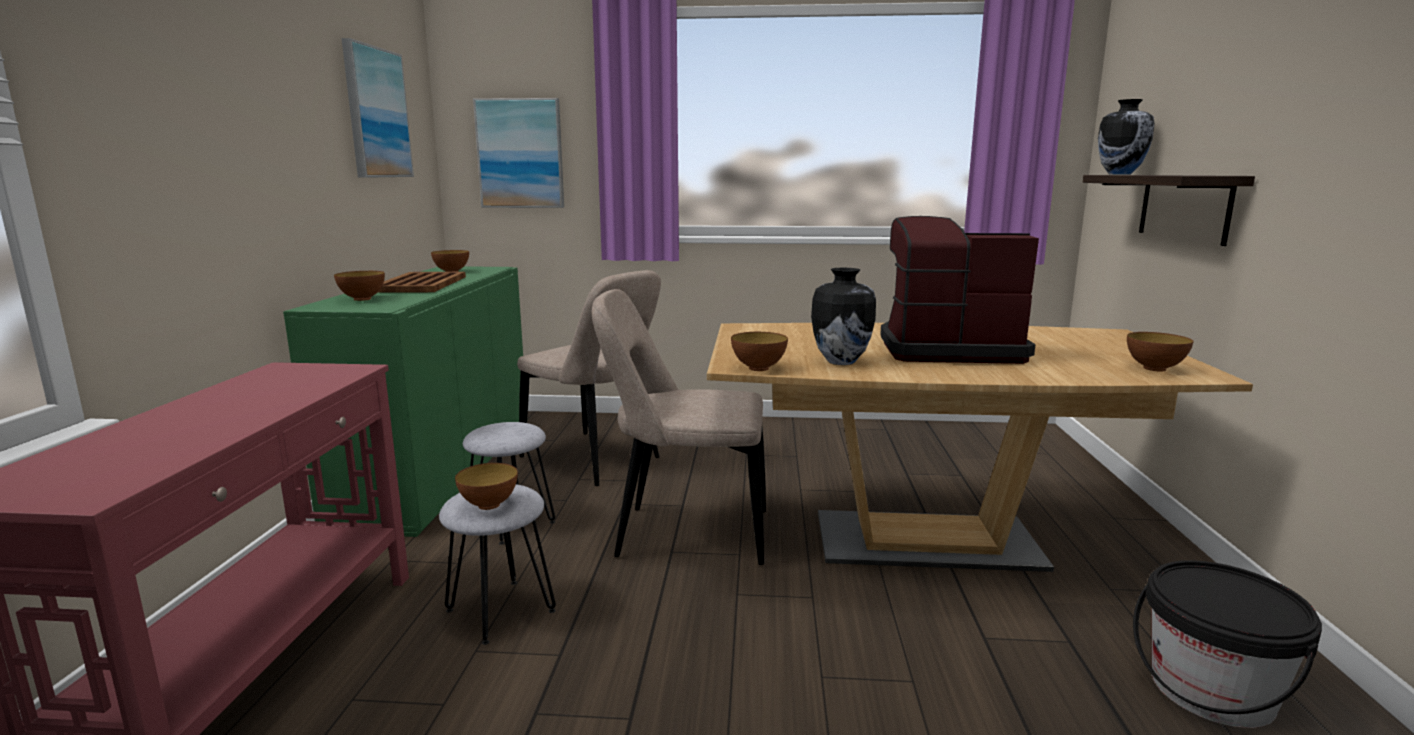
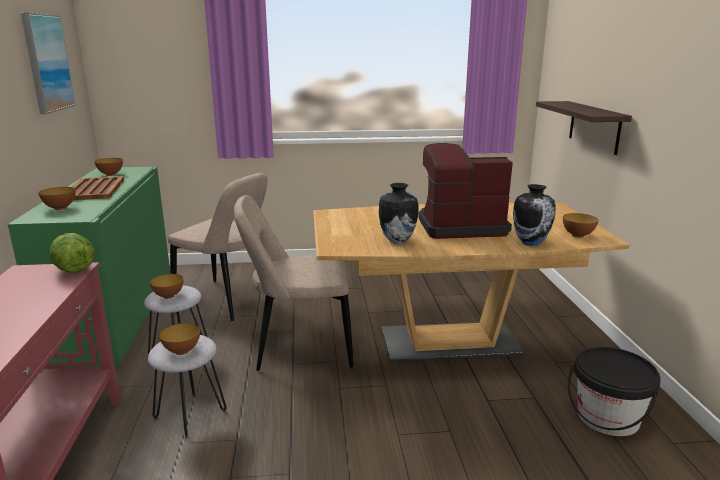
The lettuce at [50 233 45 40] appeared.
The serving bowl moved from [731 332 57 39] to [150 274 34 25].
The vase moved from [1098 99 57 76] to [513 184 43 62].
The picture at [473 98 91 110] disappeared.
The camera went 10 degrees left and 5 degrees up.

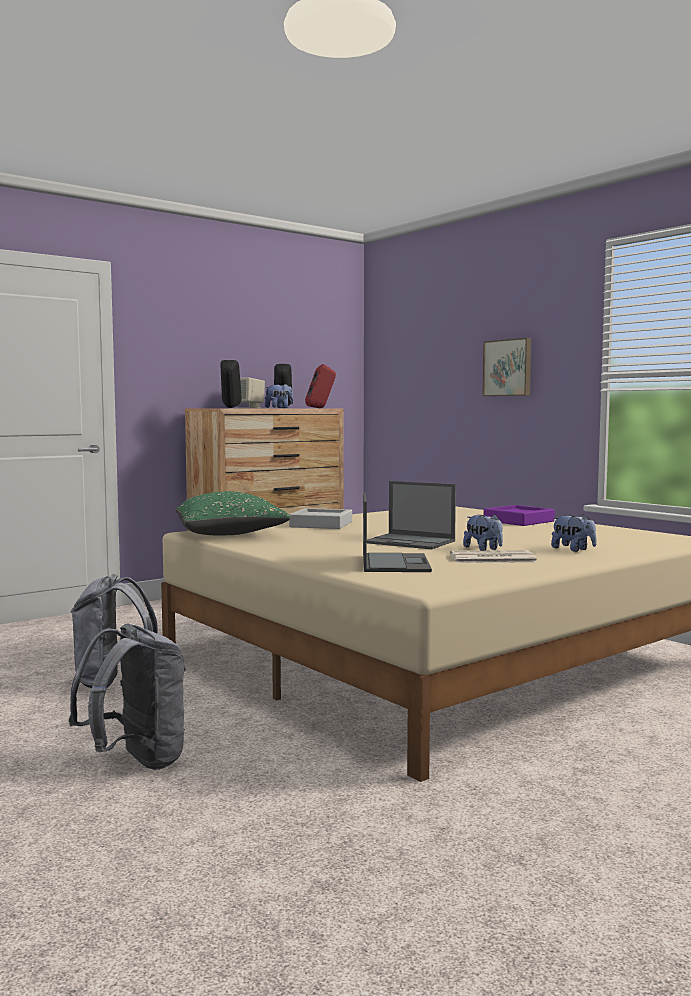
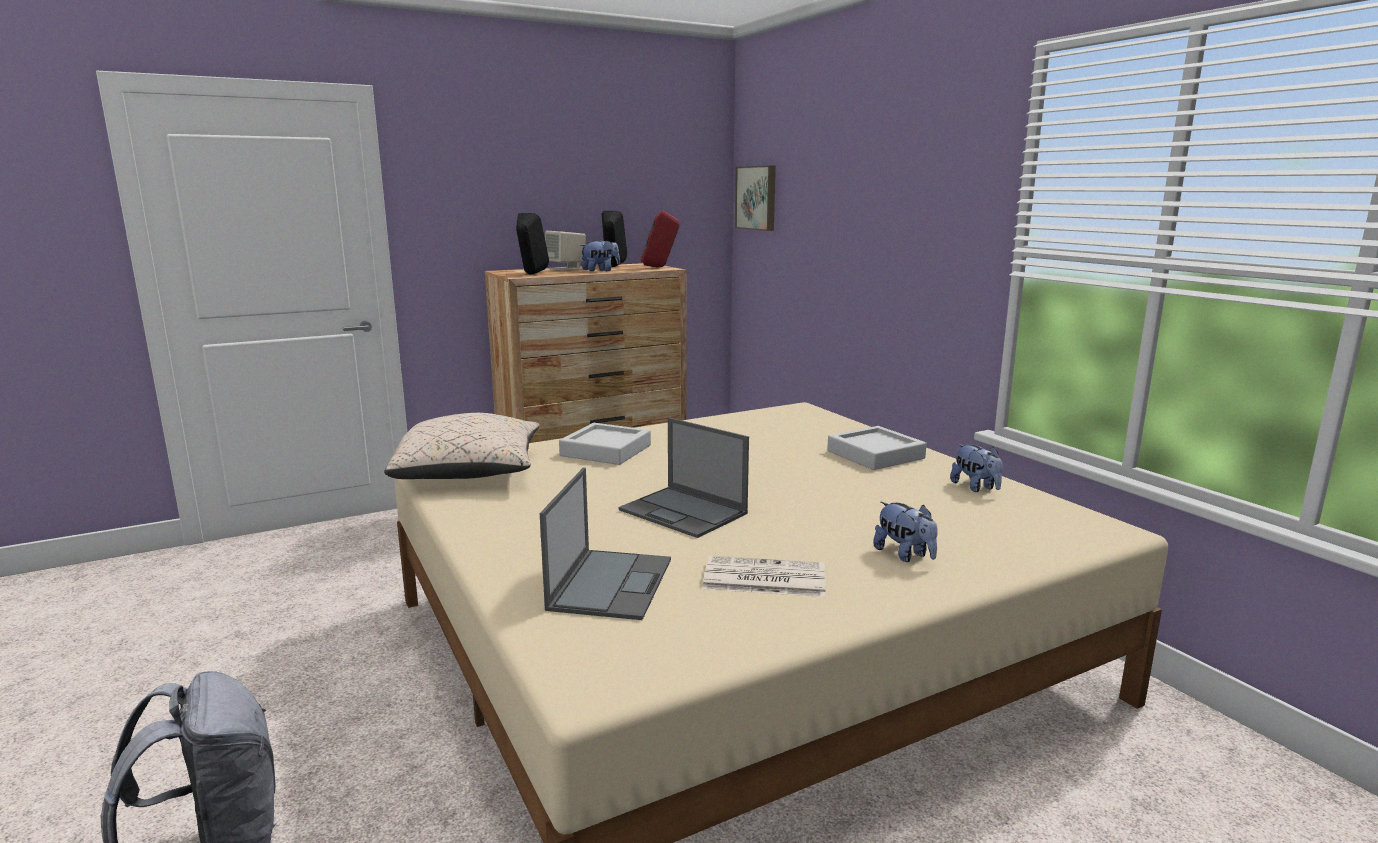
The cushion in greenish at [176 491 115 44] became the cushion in sand-coloured at [384 413 156 66].
The picture moved from [482 338 49 58] to [735 165 41 66].
The carrying tray in purplish at [484 505 71 21] became the carrying tray in gray at [827 426 100 44].
The soft toy moved from [463 514 40 37] to [950 444 53 48].
The knapsack in gray at [71 574 87 114] disappeared.
The camera went 10 degrees right and 10 degrees up.

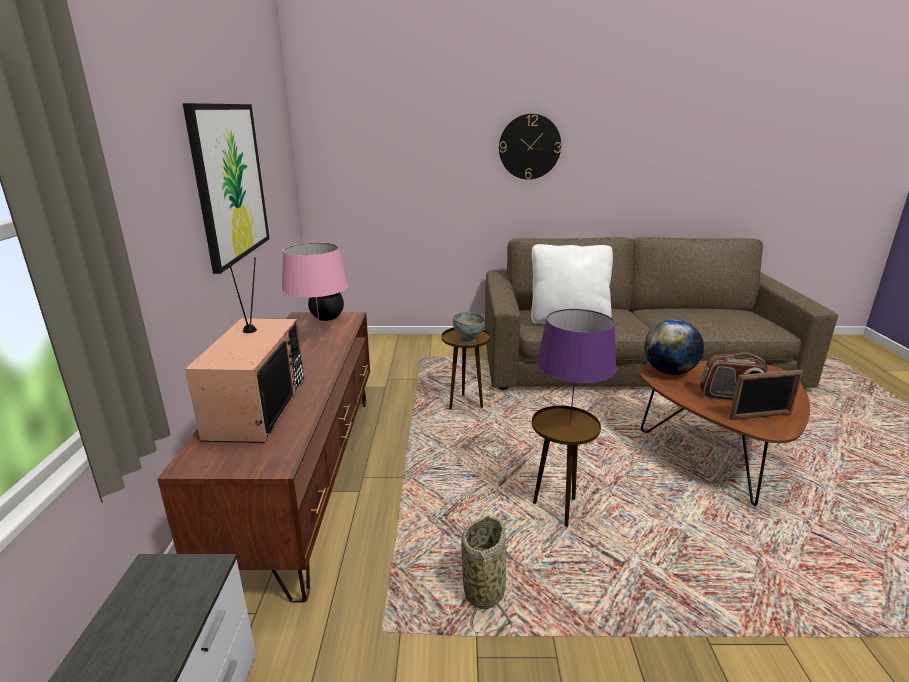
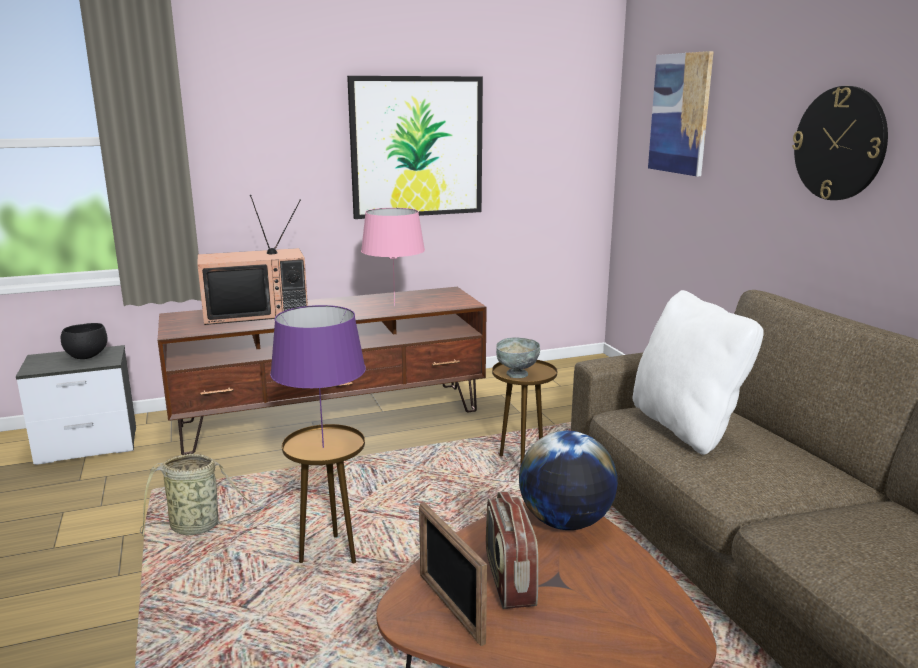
The serving bowl in black moved from [308 292 36 29] to [61 323 47 36].
The picture at [648 51 66 125] appeared.
The camera went 70 degrees right and 5 degrees down.

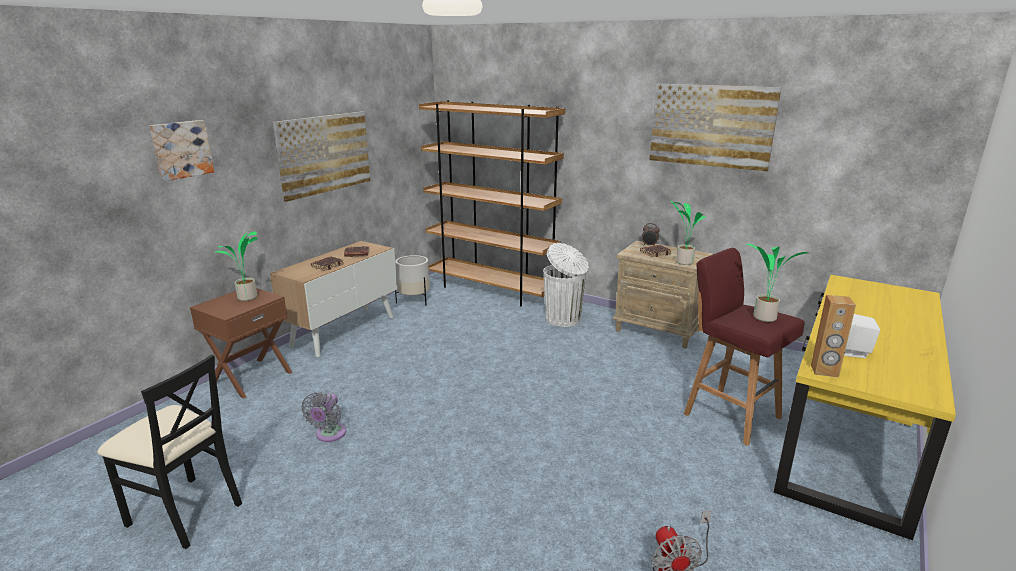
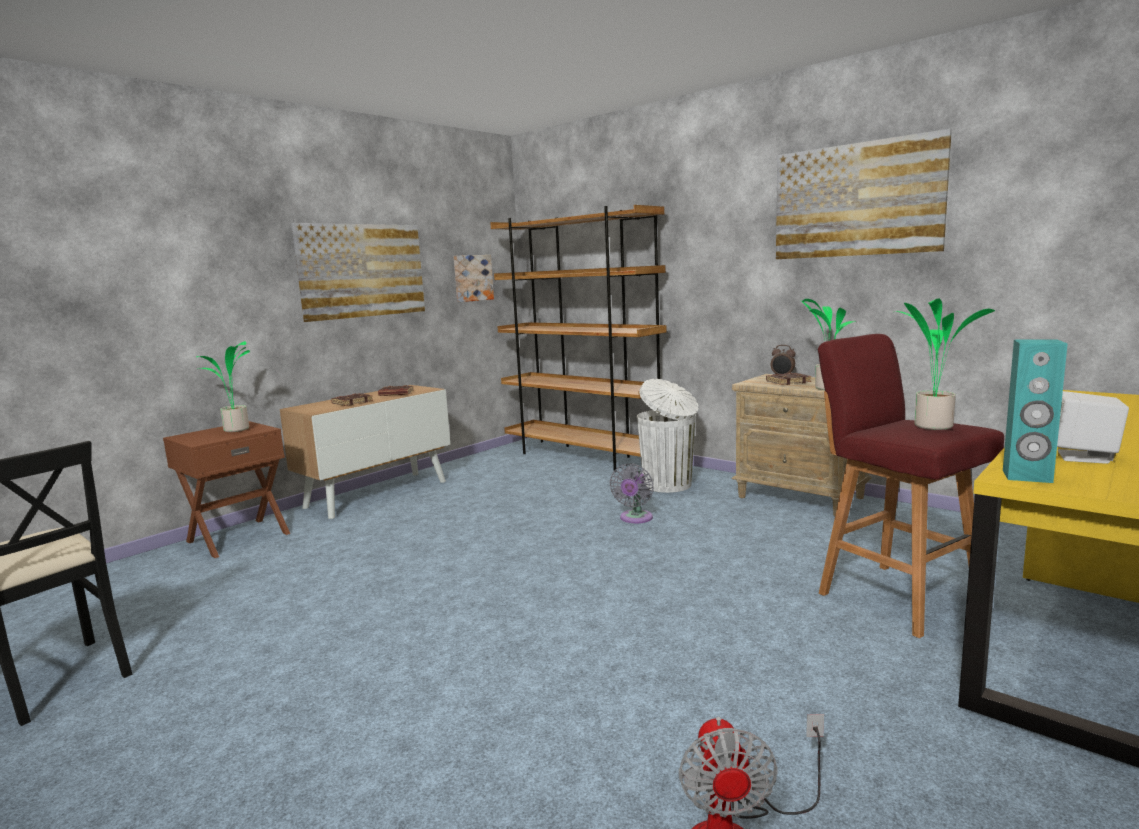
The picture moved from [149 120 65 61] to [454 255 40 47].
The fan in gray moved from [302 393 44 49] to [609 463 45 60].
The speaker in brown-coloured at [811 295 45 83] became the speaker in turquoise-coloured at [1003 340 65 143].
The flower pot in whitish at [395 255 35 51] disappeared.
The camera went 10 degrees right and 10 degrees down.

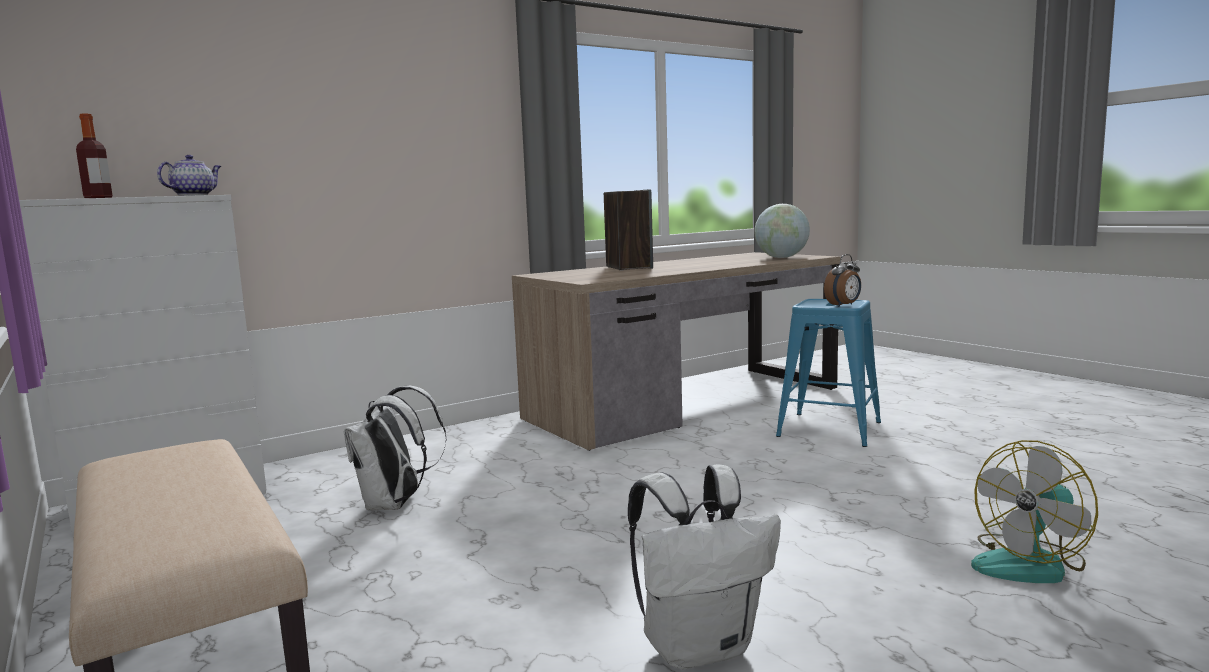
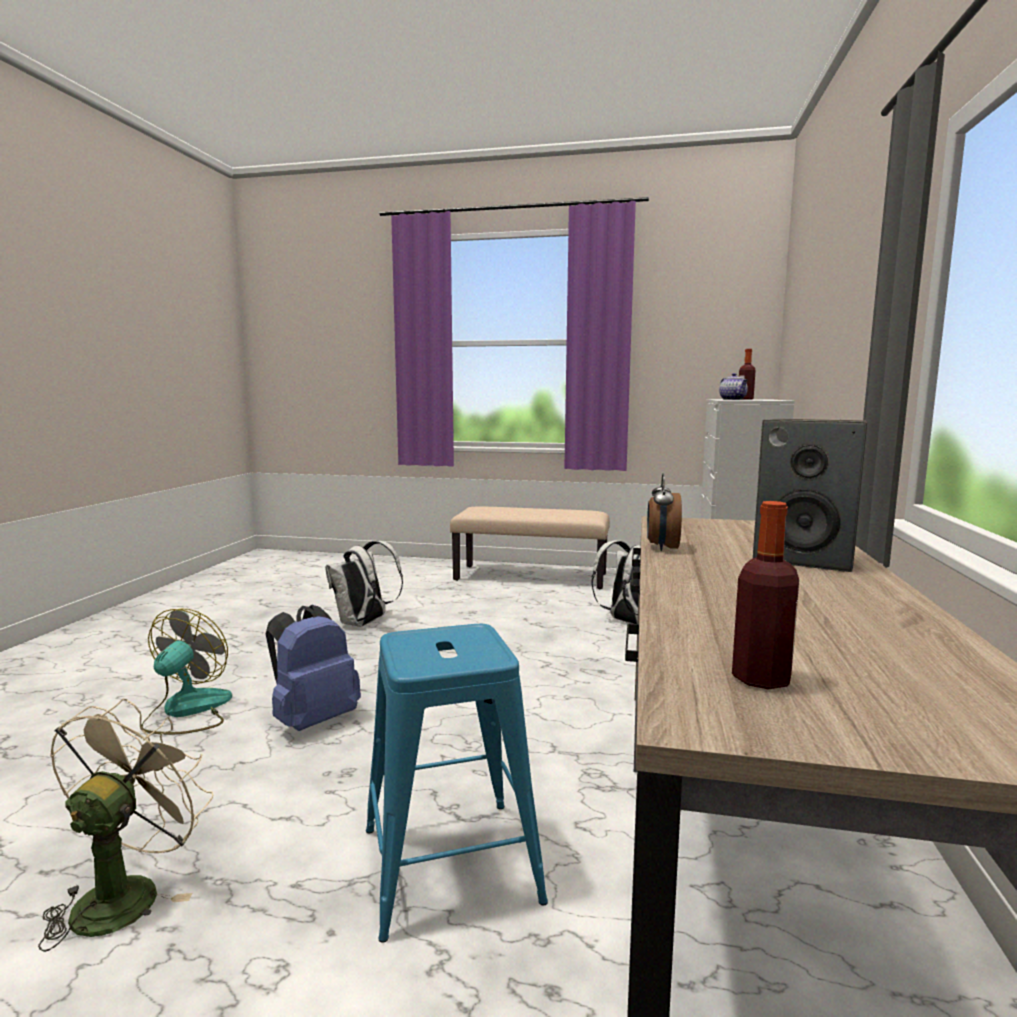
The fan in sand-coloured at [38 699 175 253] appeared.
The knapsack in blue-coloured at [266 605 95 126] appeared.
The alarm clock moved from [824 254 37 53] to [647 473 35 78].
The desk globe at [754 204 56 54] was replaced by the beverage bottle at [732 501 67 188].
The camera went 135 degrees right and 0 degrees up.

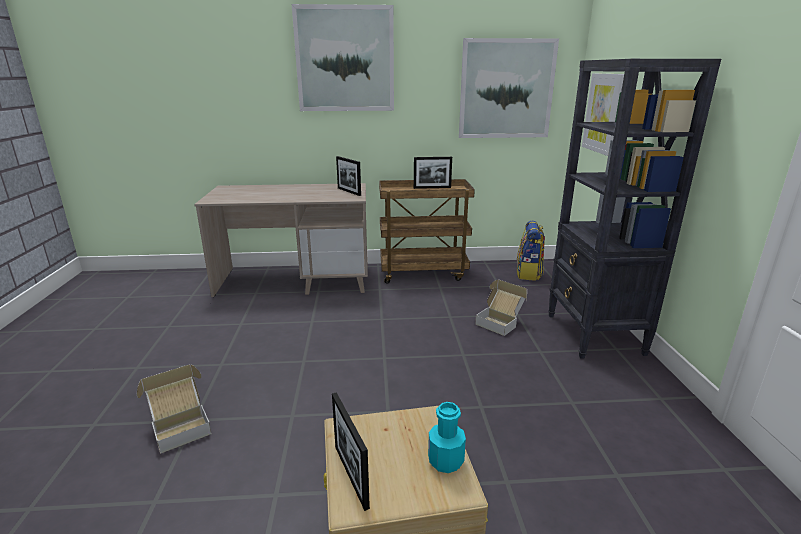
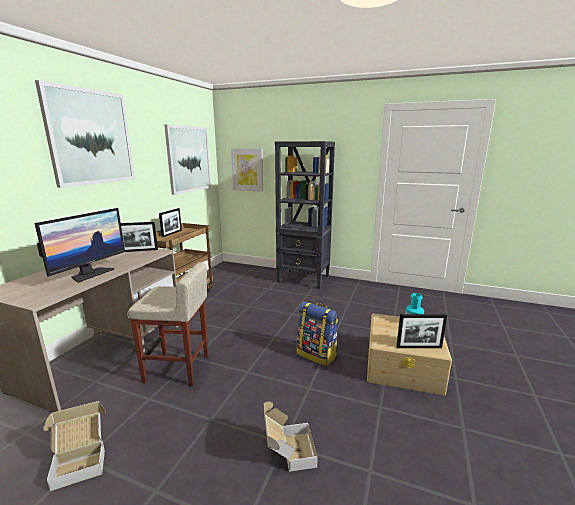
The monitor at [35 208 90 75] appeared.
The packing box moved from [475 279 52 57] to [43 401 63 90].
The stool in sand-coloured at [127 262 82 124] appeared.
The knapsack moved from [517 221 28 60] to [297 302 41 64].
The camera went 65 degrees left and 5 degrees down.

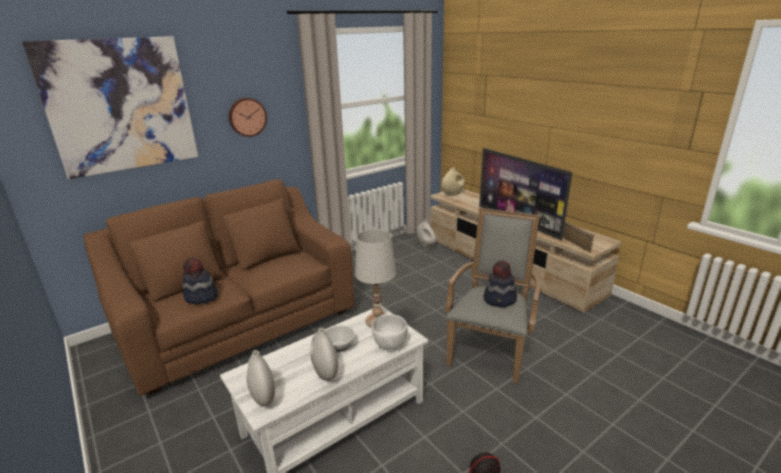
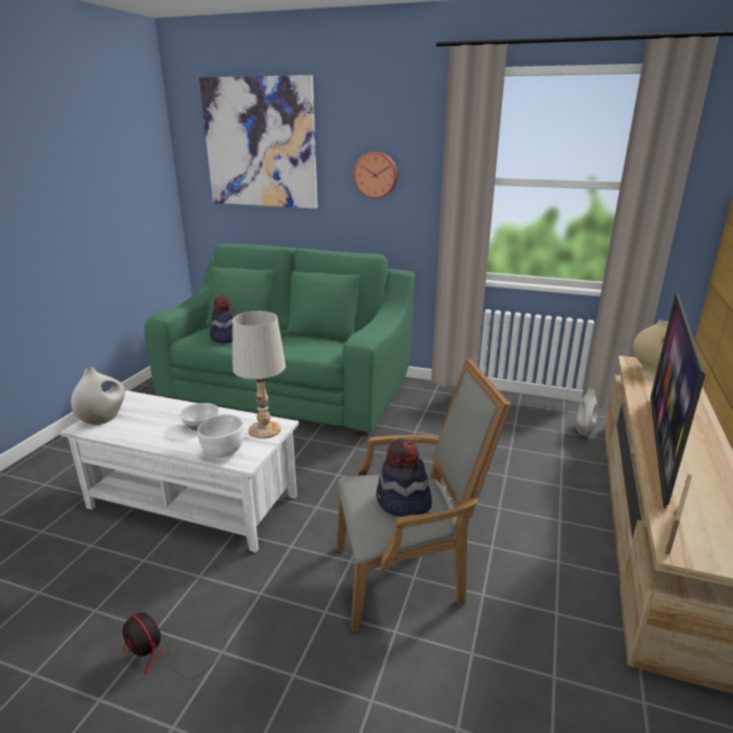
The couch in brown-coloured at [83 179 272 217] became the couch in greenish at [144 244 271 192].
The vase in whitish at [310 328 28 53] disappeared.
The camera went 55 degrees right and 0 degrees up.

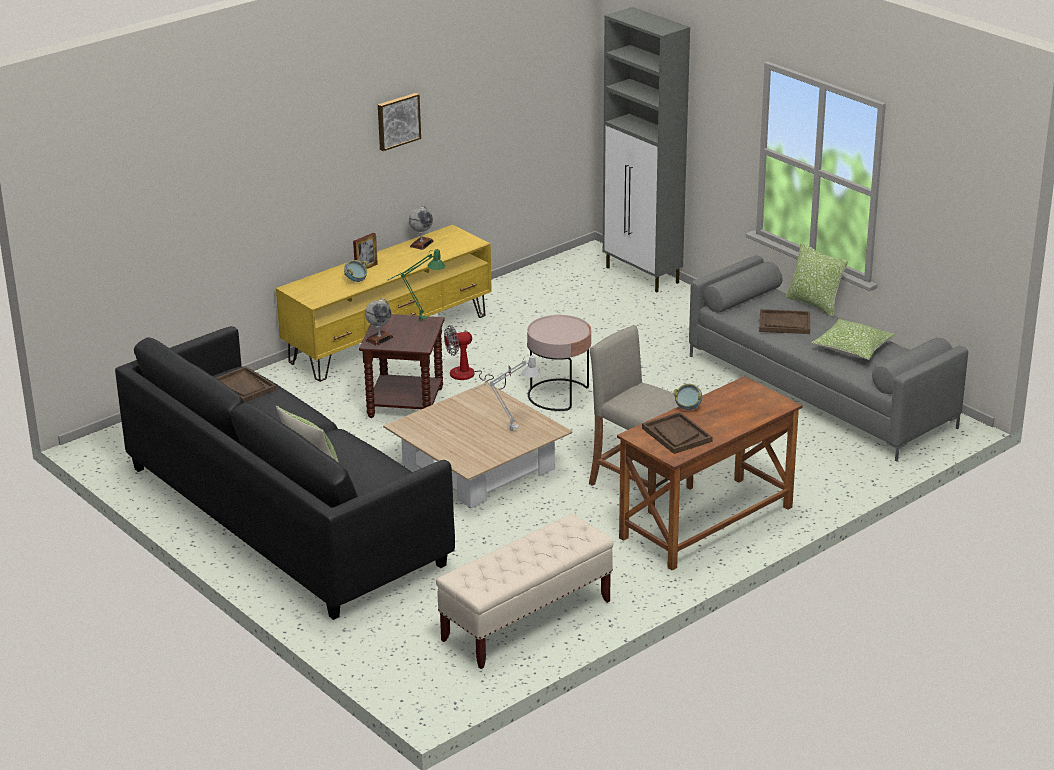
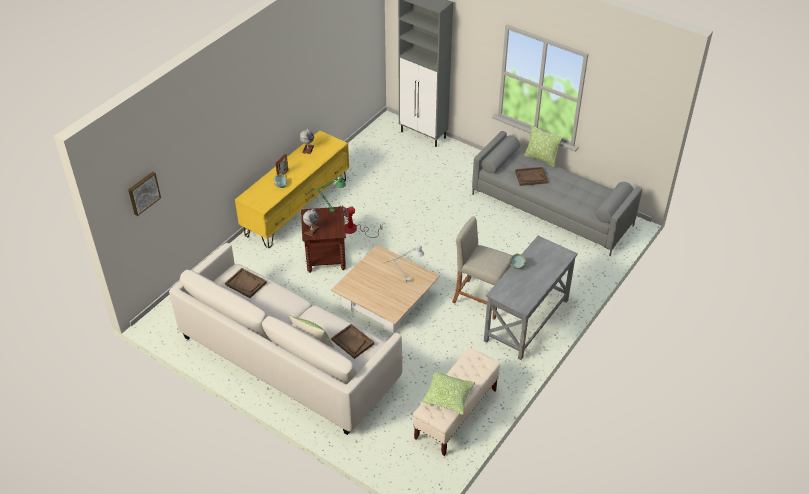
The picture moved from [378 93 43 58] to [128 172 33 44].
The couch in black at [115 326 340 294] became the couch in whitish at [169 243 233 192].
The carrying tray in brown-coloured moved from [642 412 71 42] to [331 324 43 35].
The cushion moved from [811 319 84 41] to [421 371 54 44].
The desk in brown-coloured at [617 376 186 194] became the desk in gray at [484 236 94 124].
The accent table in pinkish at [527 315 64 96] disappeared.
The camera went 15 degrees left and 15 degrees up.

